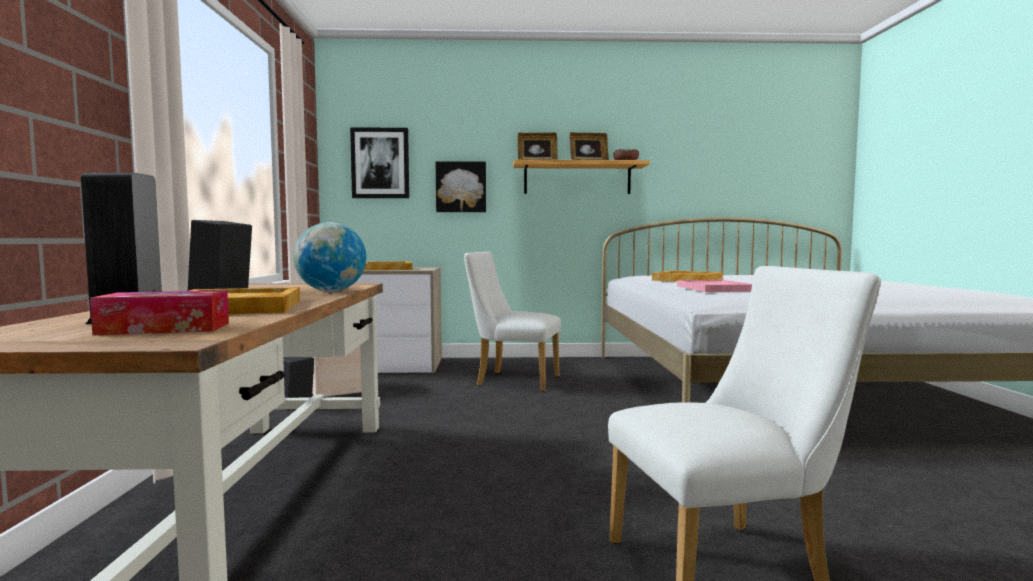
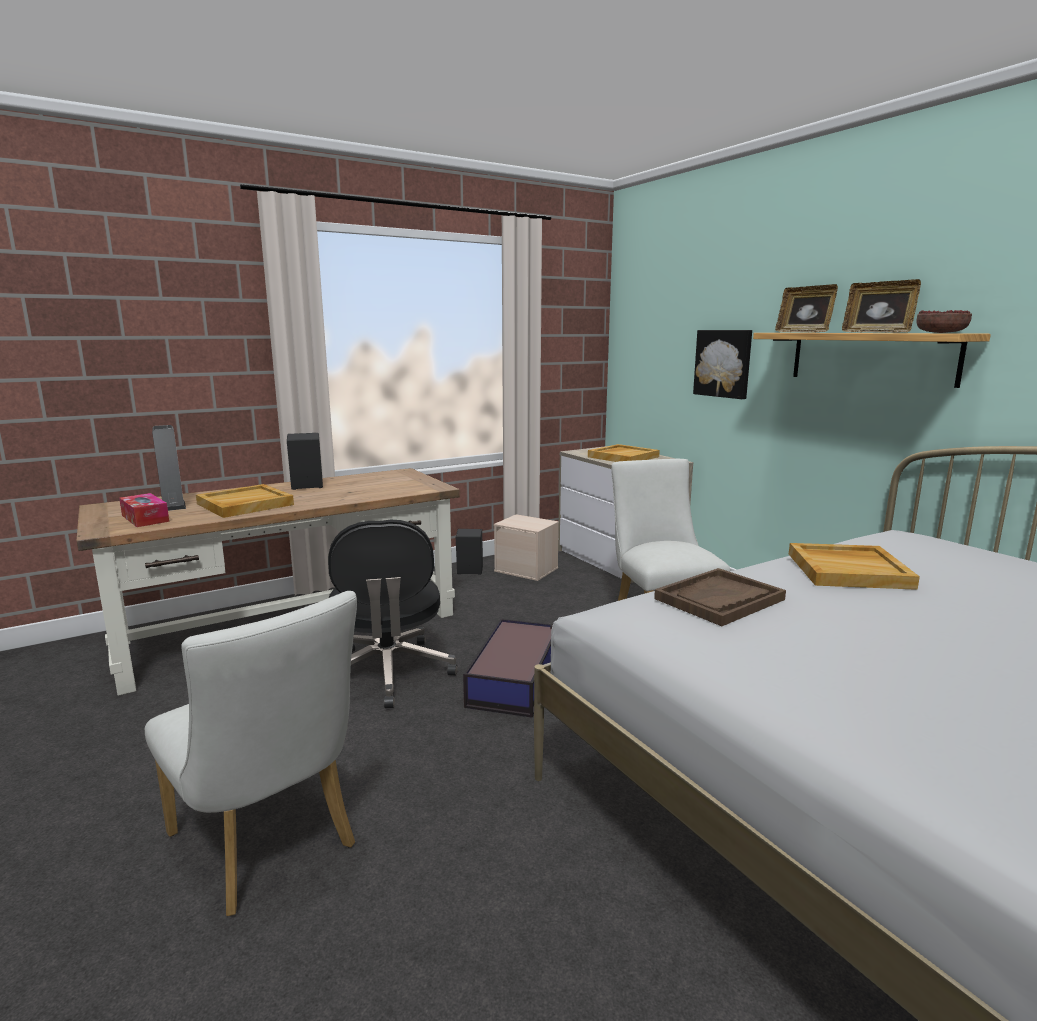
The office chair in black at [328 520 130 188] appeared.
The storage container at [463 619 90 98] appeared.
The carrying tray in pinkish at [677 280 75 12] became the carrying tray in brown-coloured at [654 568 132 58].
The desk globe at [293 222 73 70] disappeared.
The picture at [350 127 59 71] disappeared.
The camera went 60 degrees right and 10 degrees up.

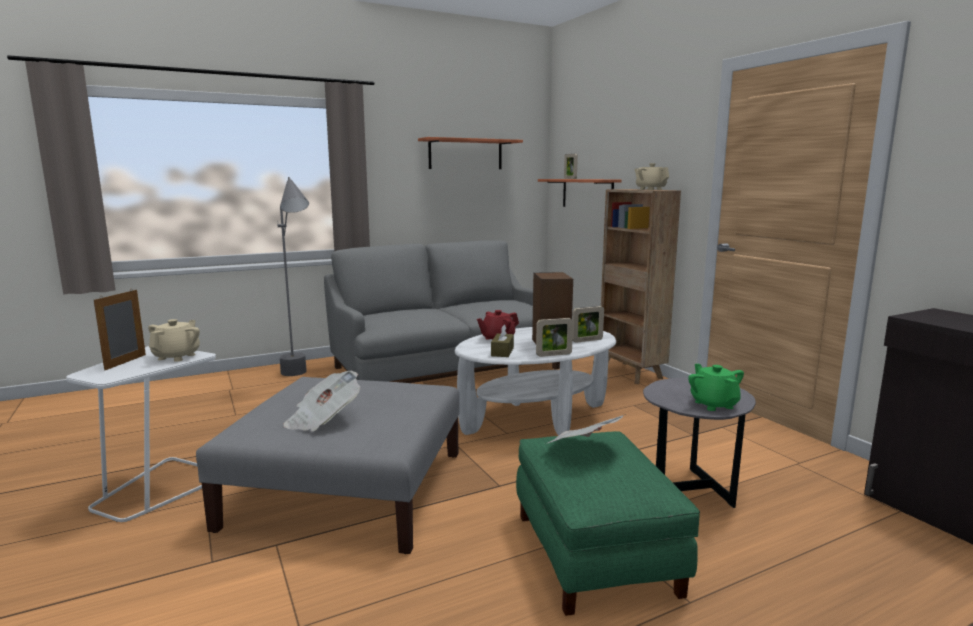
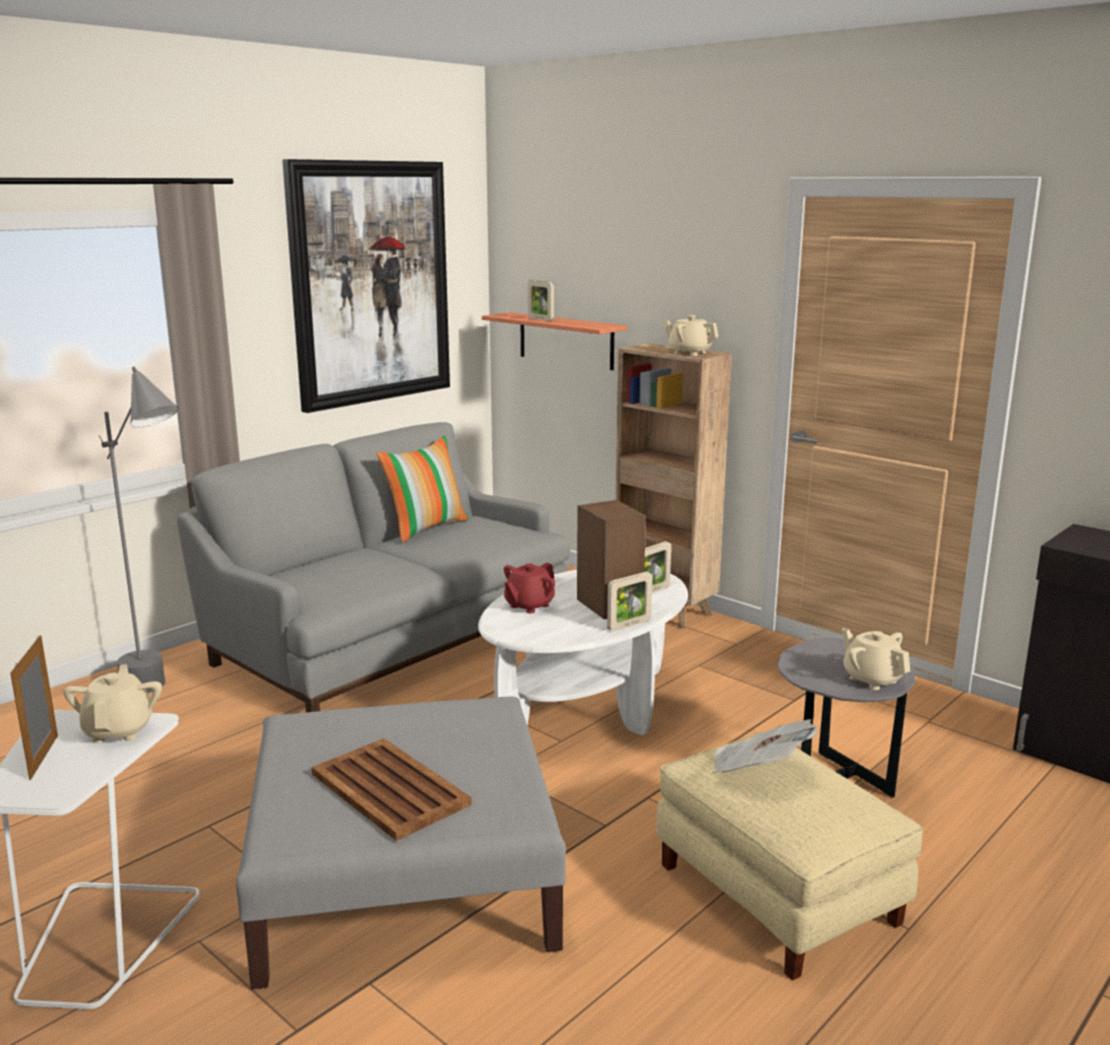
The shelf at [418 137 105 32] was replaced by the picture at [282 159 168 254].
The daily paper at [284 371 76 60] was replaced by the carrying tray in brown-coloured at [312 738 160 103].
The cushion at [376 435 93 107] appeared.
The pouffe in greenish at [516 431 184 185] became the pouffe in sand-coloured at [656 731 267 249].
The tea pot in greenish at [688 364 56 47] became the tea pot in sand-coloured at [842 628 68 62].
The tissue holder in brown-coloured at [491 324 23 33] disappeared.
The camera went 20 degrees left and 5 degrees up.

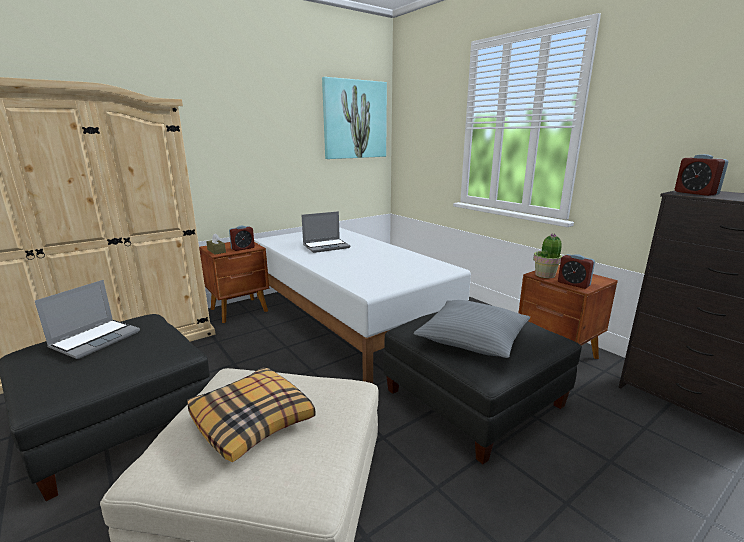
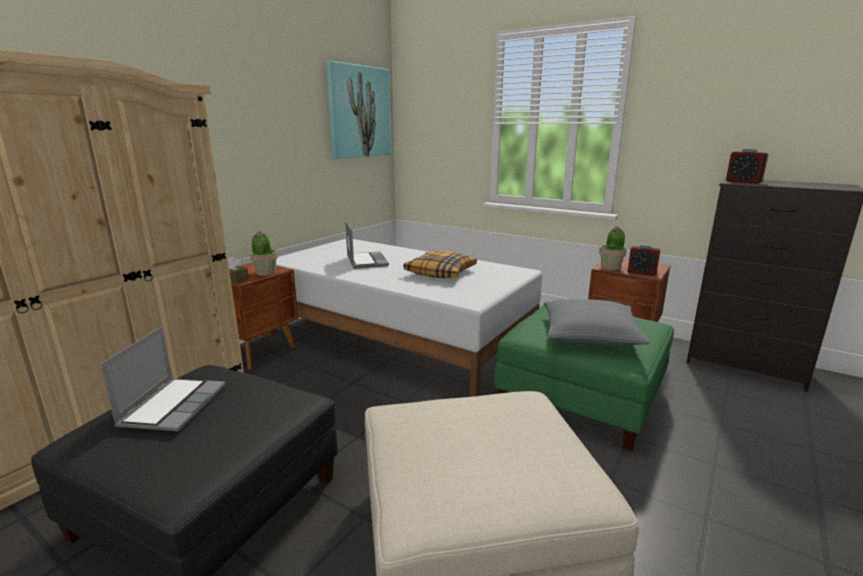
The alarm clock at [229 226 26 25] was replaced by the potted plant at [250 232 28 44].
The laptop at [301 211 50 42] turned 60 degrees counterclockwise.
The cushion moved from [187 367 128 95] to [404 251 73 27].
The pouffe in black at [383 302 199 162] became the pouffe in greenish at [494 305 180 146].
The camera went 20 degrees left and 0 degrees up.

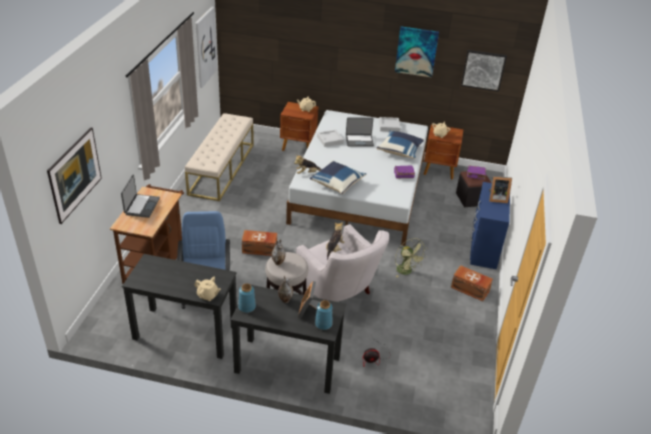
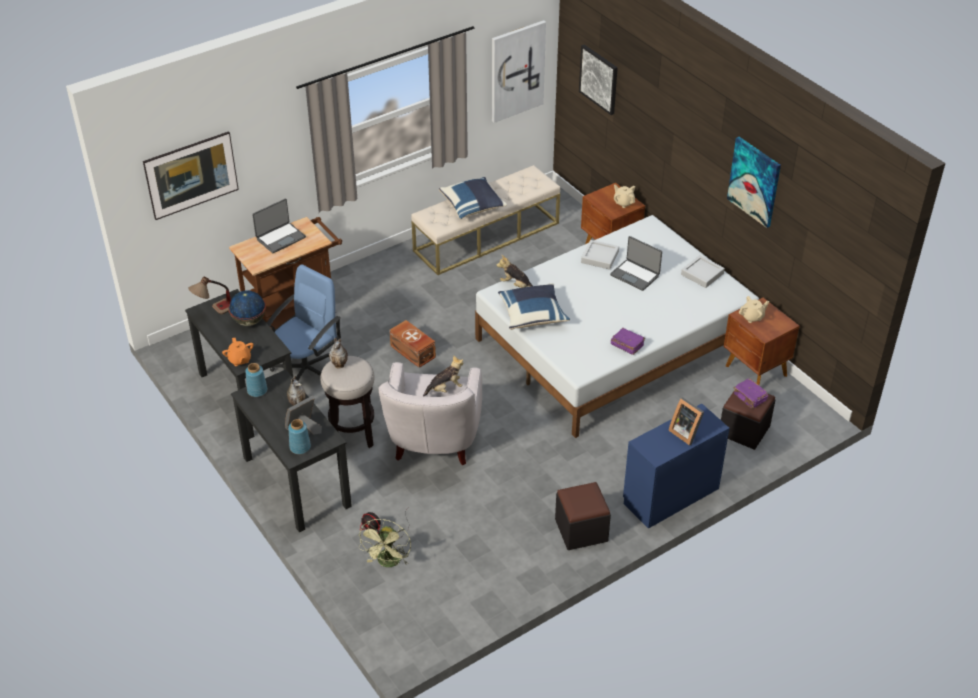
The lamp for a table at [188 277 43 37] appeared.
The tea pot in sand-coloured at [194 277 27 24] became the tea pot in orange at [222 338 32 28].
The desk globe at [228 290 38 36] appeared.
The fan in greenish moved from [395 238 32 40] to [358 519 53 48].
The cushion in blue-coloured moved from [376 131 49 28] to [439 177 68 42].
The storage container in brown-coloured at [451 265 42 36] was replaced by the pouffe in black at [555 482 56 68].
The picture moved from [461 50 46 42] to [579 44 39 71].
The camera went 45 degrees right and 5 degrees up.

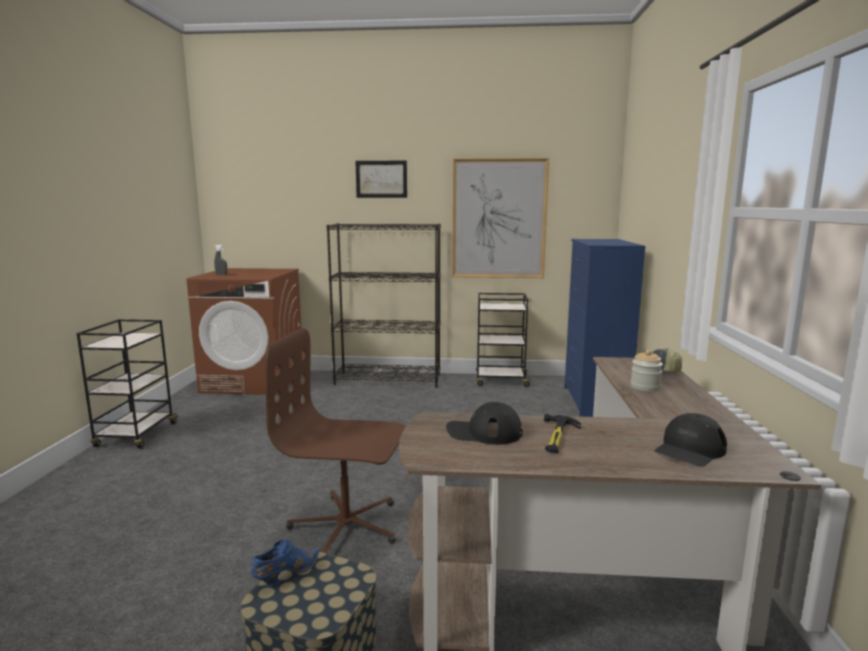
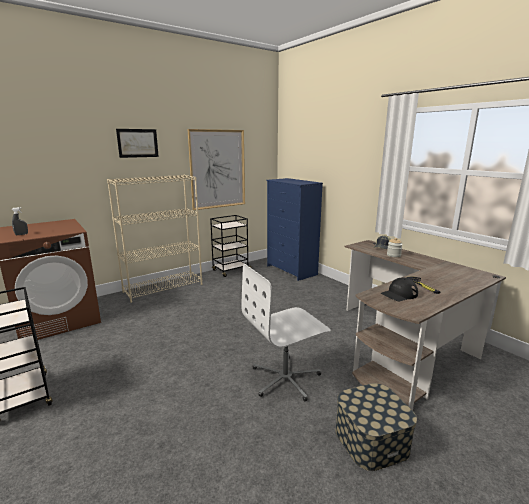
The bookshelf in black at [326 223 115 164] became the bookshelf in sand-coloured at [107 175 95 128].
The office chair in brown-coloured at [266 328 140 225] became the office chair in whitish at [242 263 89 138].
The item of footwear in blue-coloured at [251 539 70 49] disappeared.
The baseball cap in black at [654 413 73 54] disappeared.
The camera went 40 degrees left and 5 degrees up.

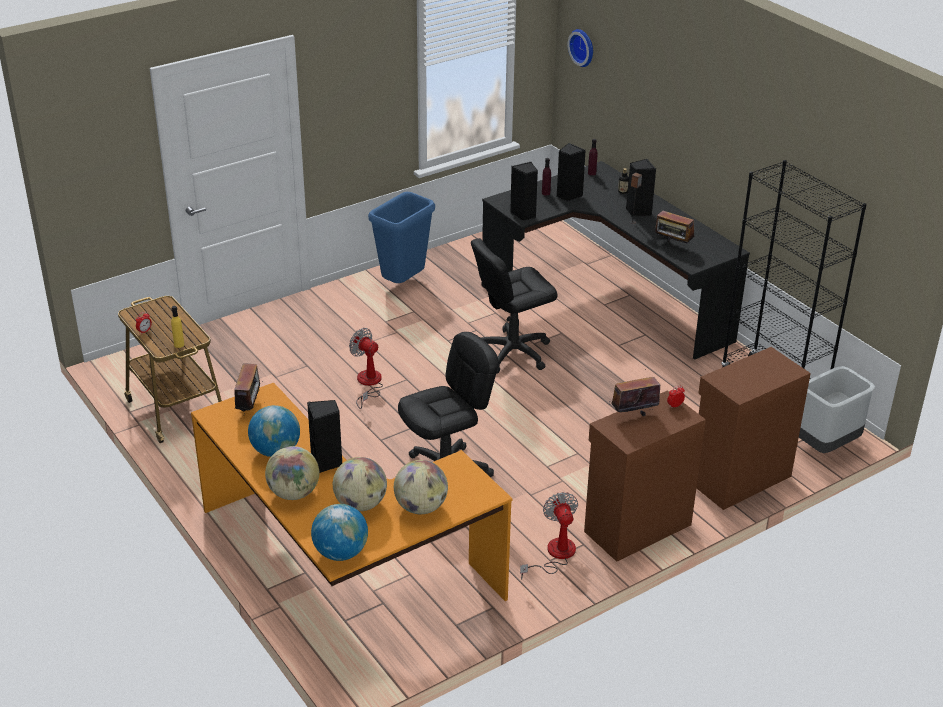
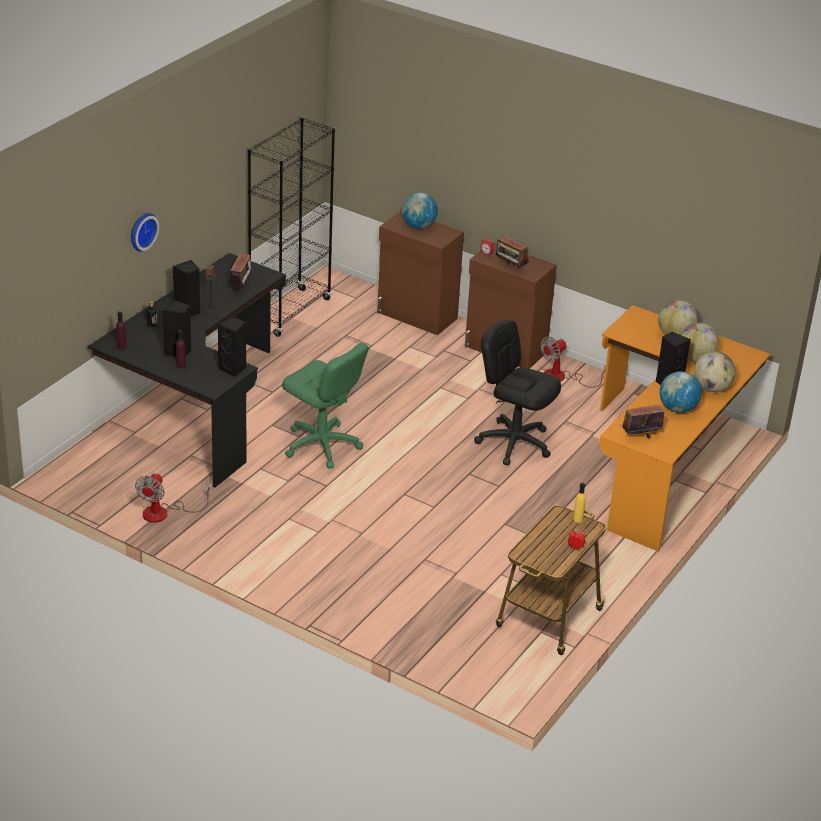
The hanging clock moved from [568 29 25 38] to [131 213 28 39].
The fan moved from [349 328 34 81] to [135 473 78 50].
The office chair in black at [471 238 86 136] became the office chair in greenish at [282 343 87 126].
The desk globe moved from [311 504 57 57] to [402 192 36 37].
The rubbish bin in blue-coloured at [368 192 67 91] disappeared.
The rubbish bin in gray at [799 366 76 87] disappeared.
The camera went 115 degrees left and 0 degrees up.

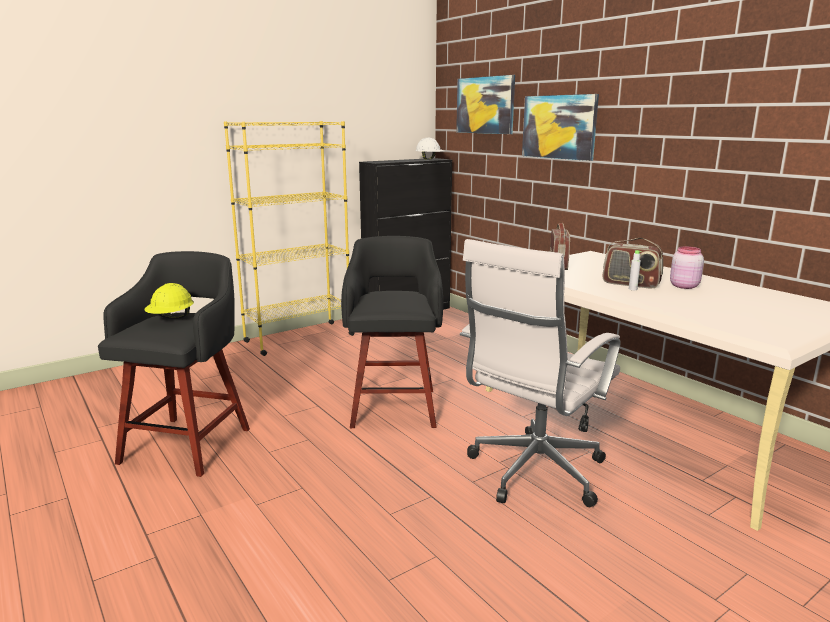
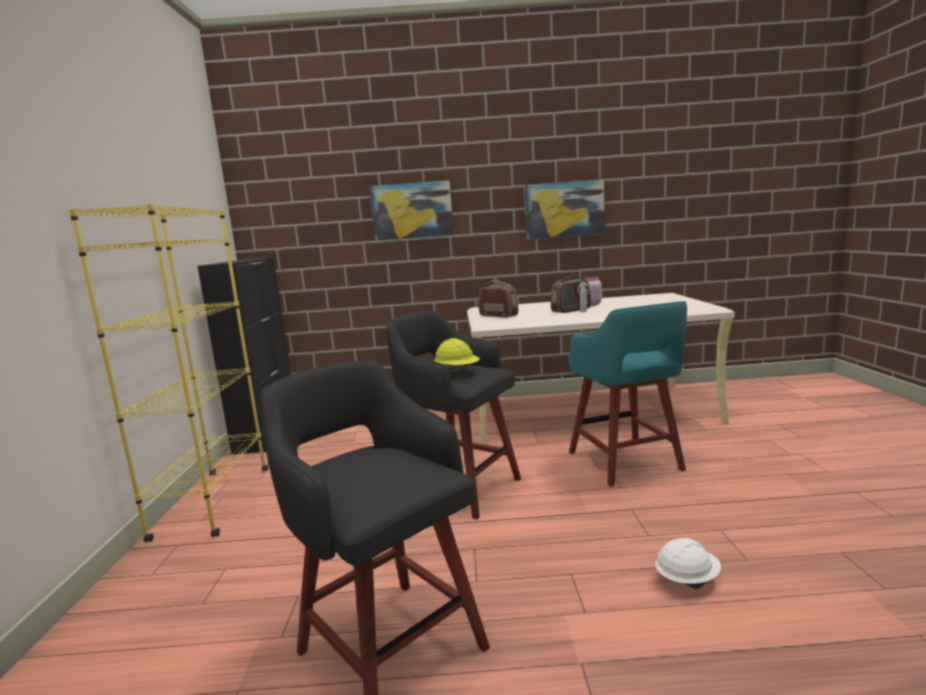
The work helmet in yellow-coloured moved from [145 283 49 36] to [434 338 46 35].
The picture moved from [456 75 59 59] to [524 179 81 61].
The office chair in whitish at [460 239 161 268] was replaced by the stool in turquoise-coloured at [568 301 119 186].
The work helmet in whitish moved from [415 137 29 23] to [655 538 66 51].
The camera went 55 degrees left and 5 degrees down.

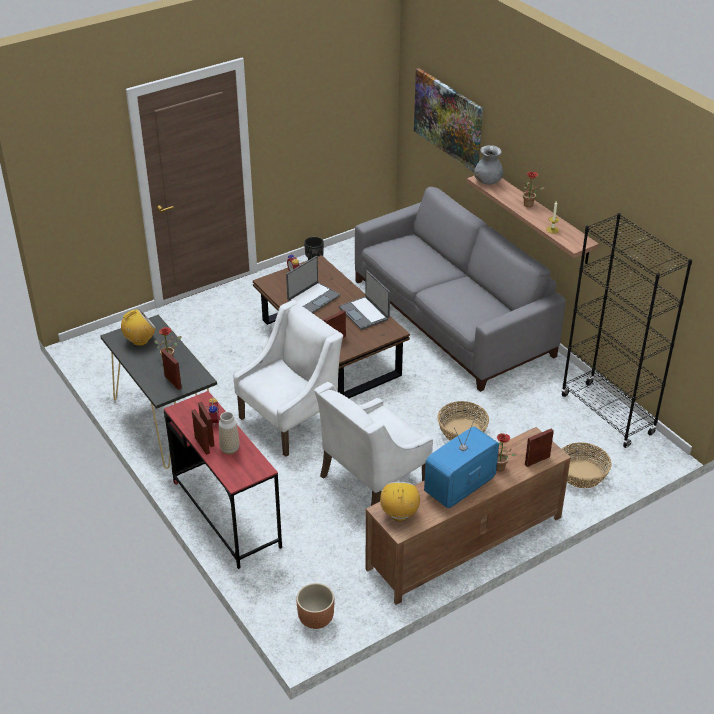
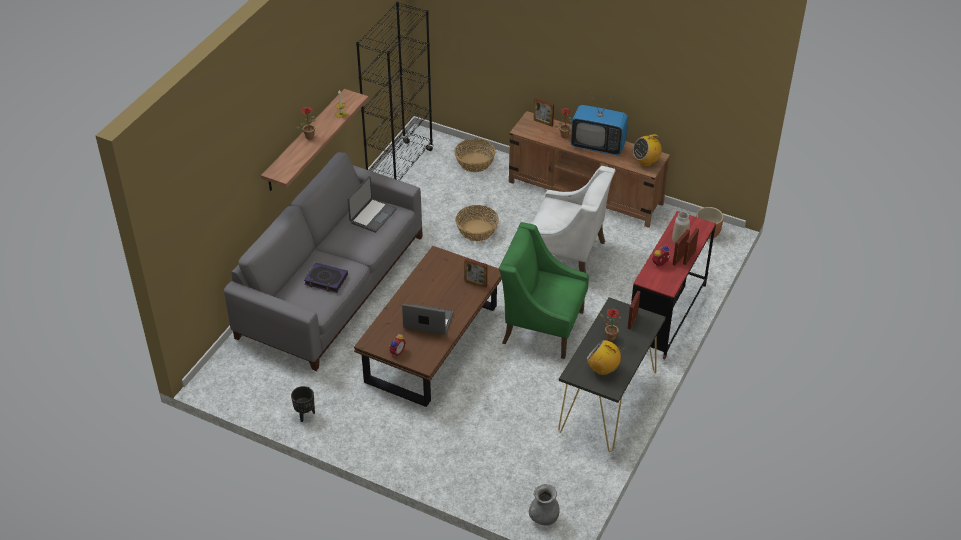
The volume at [304 262 44 31] appeared.
The laptop moved from [339 270 51 60] to [347 176 50 57].
The lounge chair in whitish at [233 300 110 157] became the lounge chair in greenish at [499 222 90 137].
The vase in gray moved from [474 145 29 40] to [529 484 31 41].
The picture at [414 68 69 104] disappeared.
The camera went 120 degrees left and 5 degrees up.

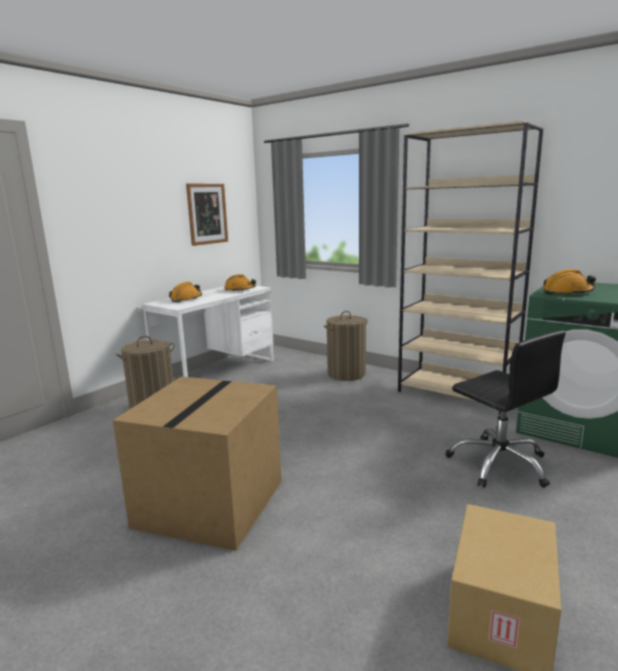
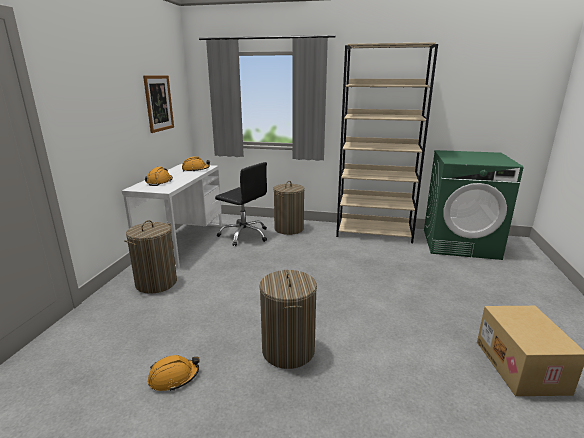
The work helmet in orange moved from [543 269 53 26] to [148 355 52 36].
The office chair in black moved from [446 330 120 158] to [215 162 52 84].
The packing box at [113 376 169 175] was replaced by the hamper at [259 270 58 99].
The camera went 25 degrees left and 5 degrees up.

